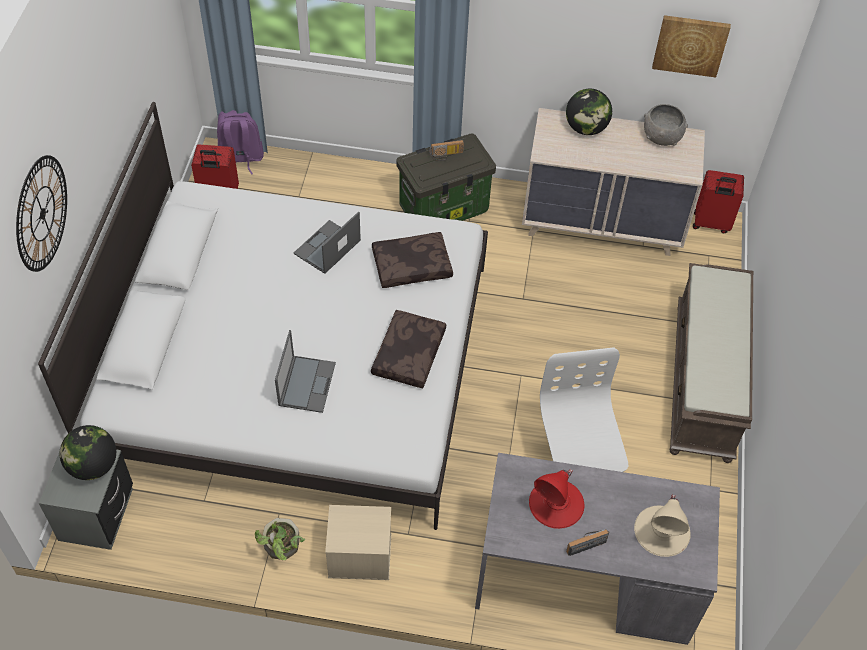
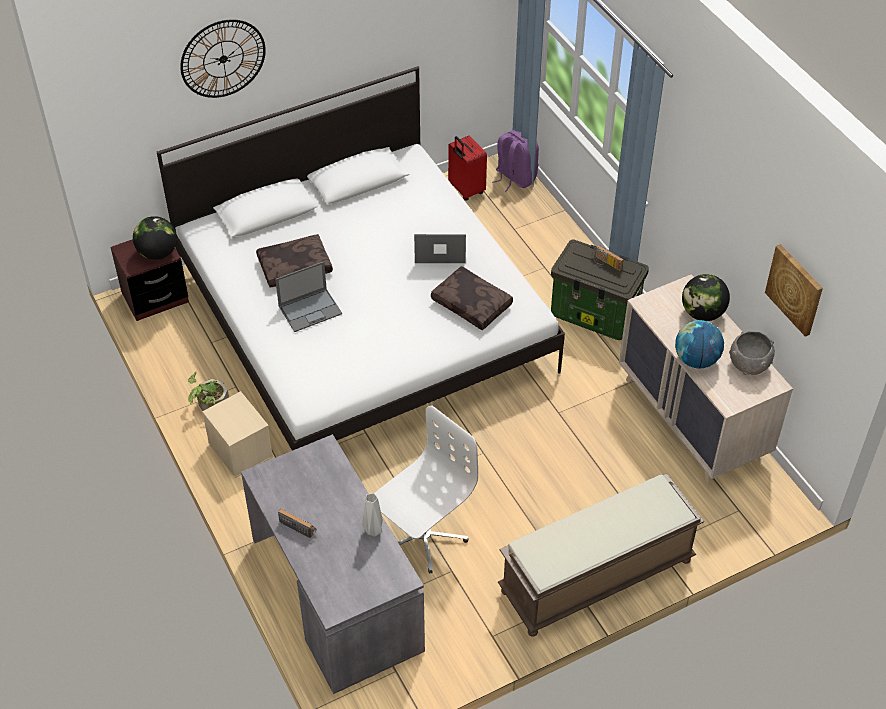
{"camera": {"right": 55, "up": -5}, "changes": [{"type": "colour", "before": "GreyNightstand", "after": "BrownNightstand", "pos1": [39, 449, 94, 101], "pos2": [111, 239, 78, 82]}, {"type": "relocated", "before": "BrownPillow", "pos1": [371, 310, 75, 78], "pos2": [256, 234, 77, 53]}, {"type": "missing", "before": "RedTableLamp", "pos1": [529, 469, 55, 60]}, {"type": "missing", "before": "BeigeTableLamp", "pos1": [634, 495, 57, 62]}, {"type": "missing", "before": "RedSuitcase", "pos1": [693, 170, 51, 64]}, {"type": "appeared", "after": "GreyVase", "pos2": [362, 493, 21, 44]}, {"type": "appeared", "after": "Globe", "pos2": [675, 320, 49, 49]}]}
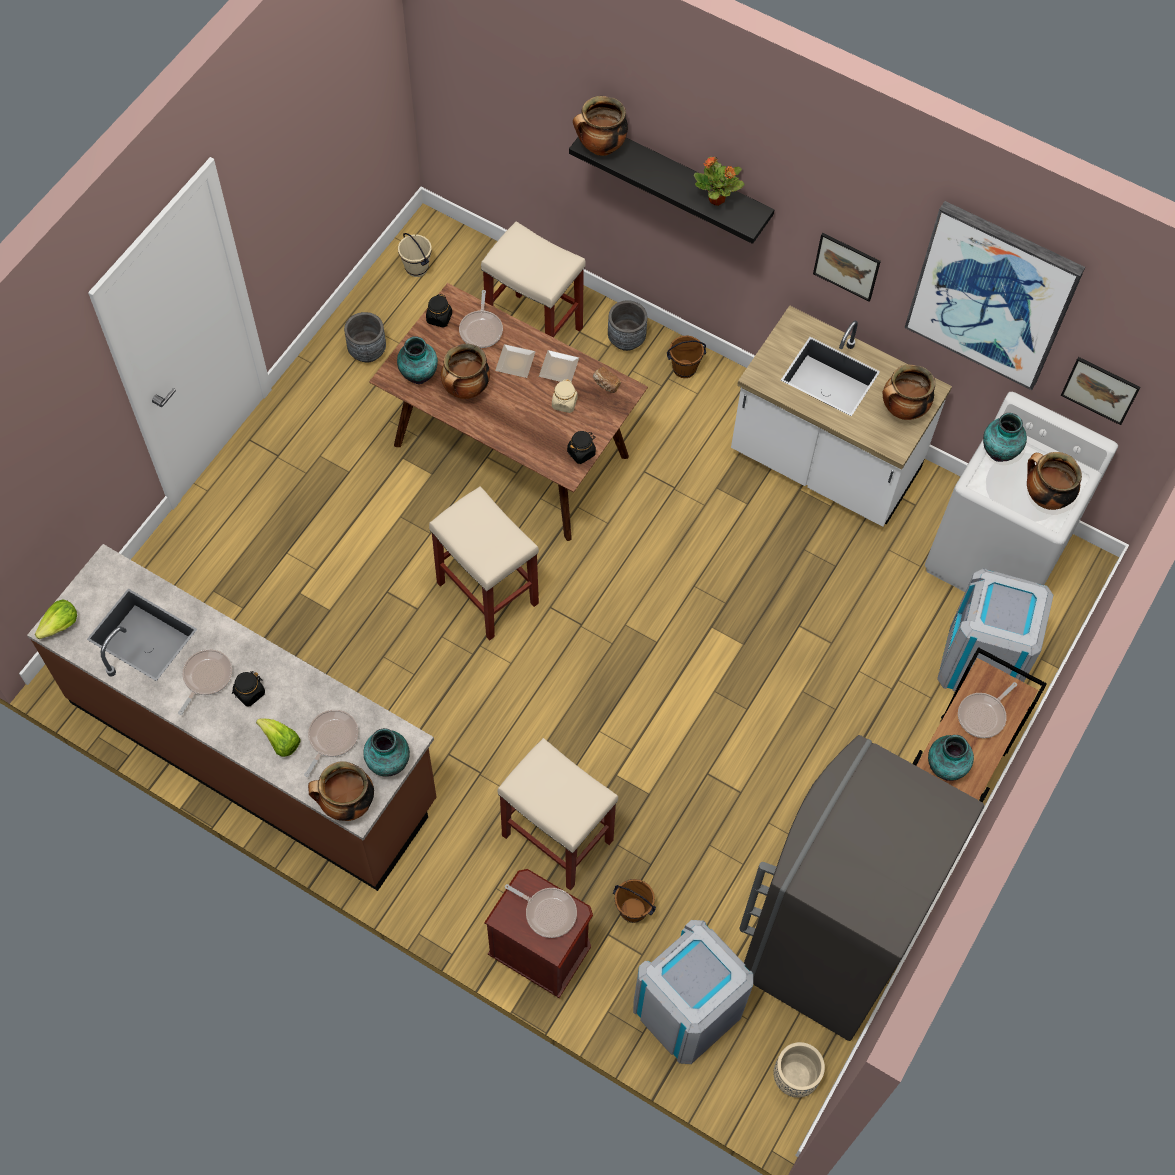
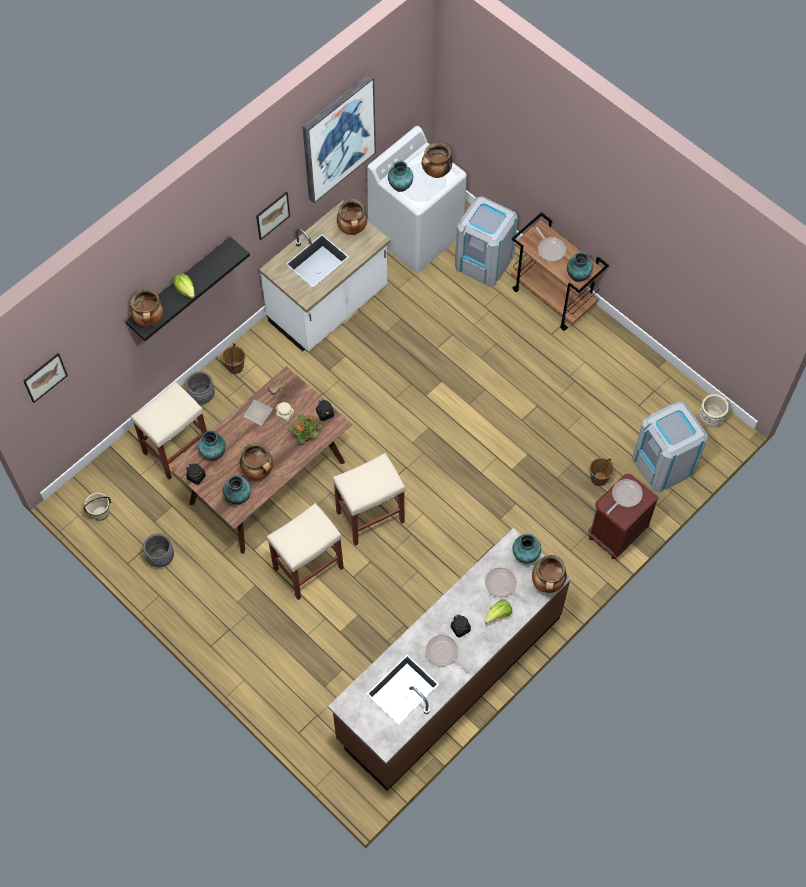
{"camera": {"right": -75, "up": 0}, "changes": [{"type": "relocated", "before": "Lettuce", "pos1": [35, 599, 42, 40], "pos2": [173, 274, 22, 25]}, {"type": "exchanged", "before": "FryingPan", "after": "Vase", "pos1": [459, 290, 44, 58], "pos2": [198, 430, 28, 30]}, {"type": "missing", "before": "Plate", "pos1": [495, 344, 41, 34]}, {"type": "relocated", "before": "BeigeStool", "pos1": [498, 738, 120, 153], "pos2": [267, 503, 77, 97]}, {"type": "relocated", "before": "PottedPlant", "pos1": [694, 157, 51, 49], "pos2": [289, 413, 33, 31]}, {"type": "missing", "before": "GreyFridge", "pos1": [739, 735, 245, 306]}, {"type": "relocated", "before": "Picture", "pos1": [1061, 357, 79, 68], "pos2": [23, 353, 45, 50]}]}
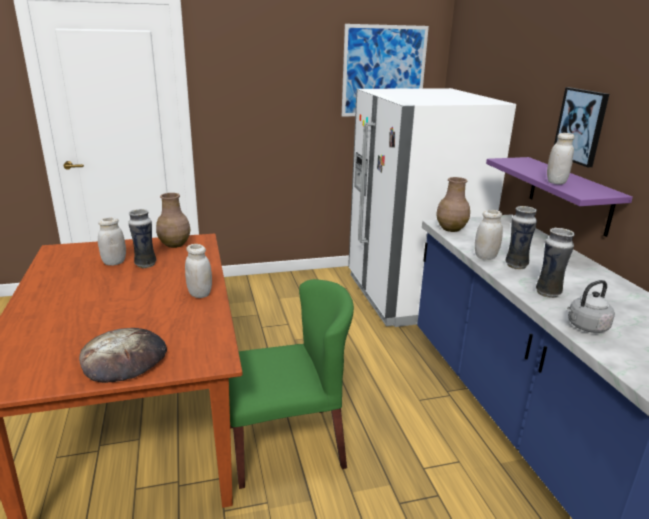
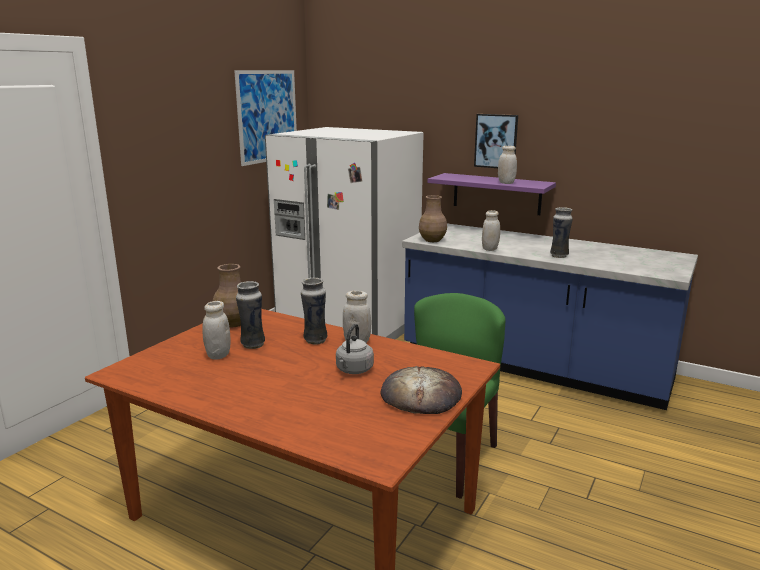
{"camera": {"right": -45, "up": -5}, "changes": [{"type": "relocated", "before": "Vase", "pos1": [505, 206, 32, 63], "pos2": [301, 278, 26, 67]}, {"type": "relocated", "before": "GreyKettle", "pos1": [567, 280, 48, 53], "pos2": [336, 324, 38, 50]}]}
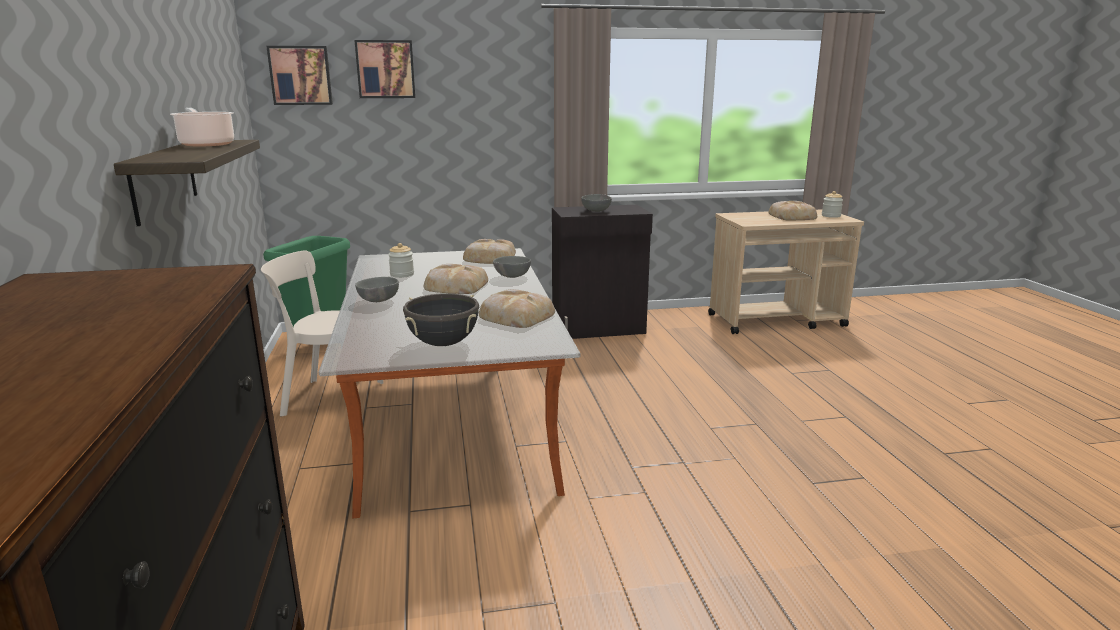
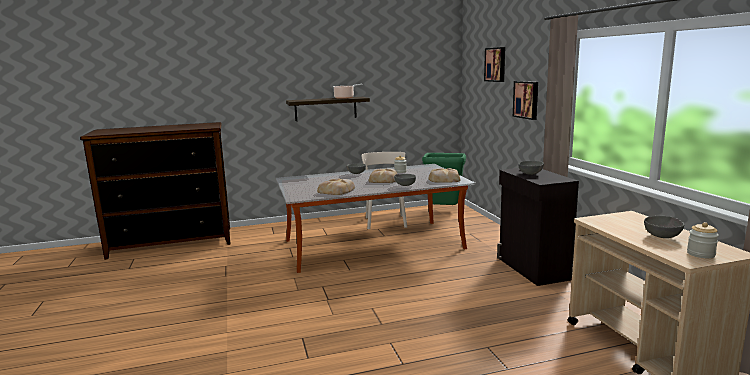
{"camera": {"right": 85, "up": -5}, "changes": [{"type": "relocated", "before": "Picture", "pos1": [266, 46, 67, 59], "pos2": [513, 81, 25, 39]}, {"type": "missing", "before": "BlackCookingPot", "pos1": [403, 293, 76, 53]}, {"type": "exchanged", "before": "Bread", "after": "GreyBowl", "pos1": [769, 201, 48, 19], "pos2": [644, 216, 40, 22]}]}
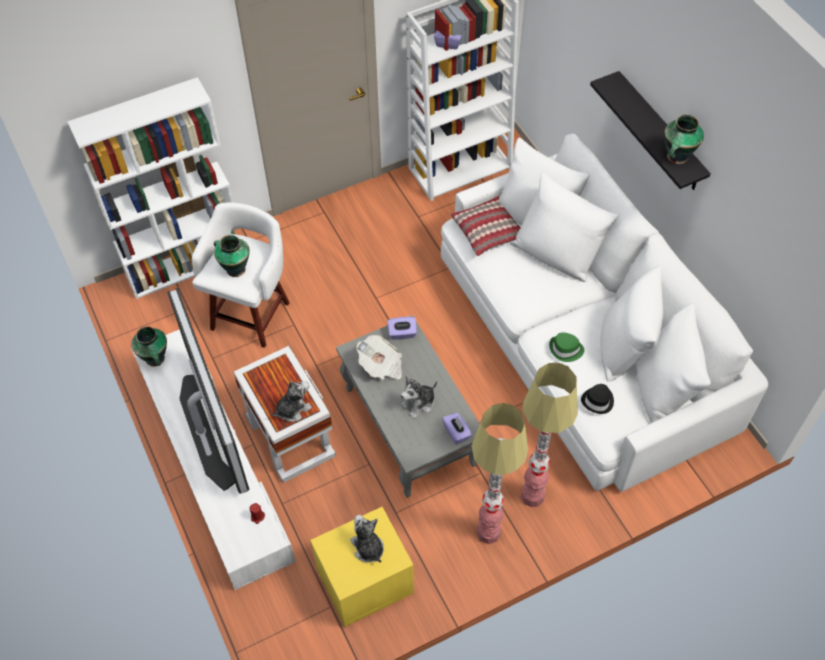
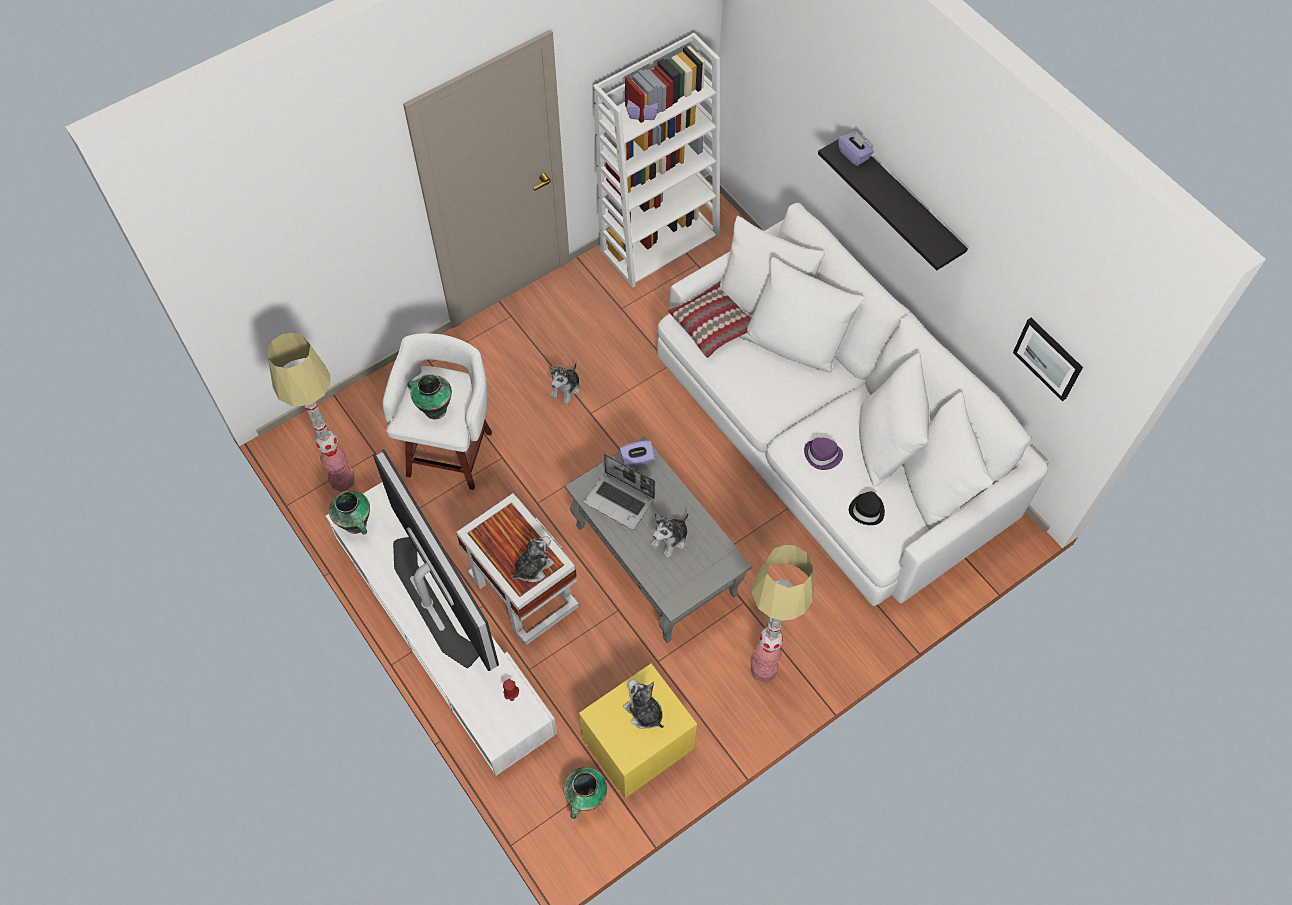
{"camera": {"right": -10, "up": 5}, "changes": [{"type": "missing", "before": "WhiteBookcase", "pos1": [67, 77, 168, 222]}, {"type": "exchanged", "before": "Newspaper", "after": "Laptop", "pos1": [357, 335, 45, 45], "pos2": [584, 454, 71, 76]}, {"type": "relocated", "before": "PurpleTissueBox", "pos1": [442, 413, 30, 32], "pos2": [838, 132, 36, 34]}, {"type": "relocated", "before": "FloorLamp", "pos1": [521, 363, 57, 144], "pos2": [267, 333, 88, 158]}, {"type": "colour", "before": "GreenHat", "after": "PurpleHat", "pos1": [549, 332, 35, 30], "pos2": [804, 437, 39, 33]}, {"type": "relocated", "before": "Vase", "pos1": [664, 114, 40, 50], "pos2": [564, 767, 43, 52]}, {"type": "appeared", "after": "PlushToy", "pos2": [549, 363, 32, 41]}, {"type": "appeared", "after": "Picture", "pos2": [1013, 318, 70, 83]}]}
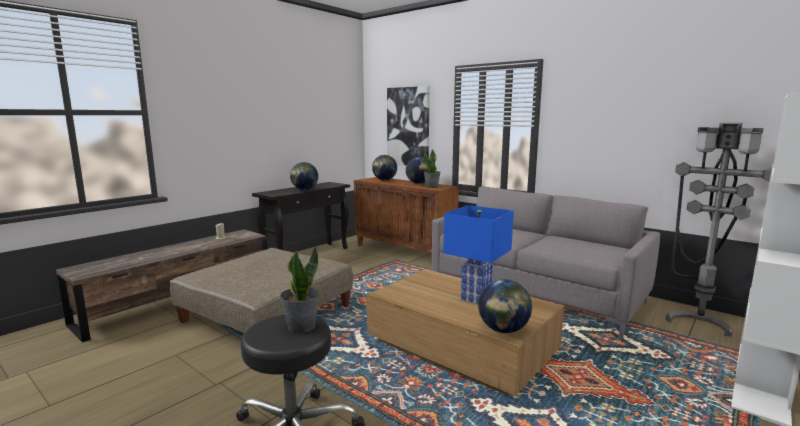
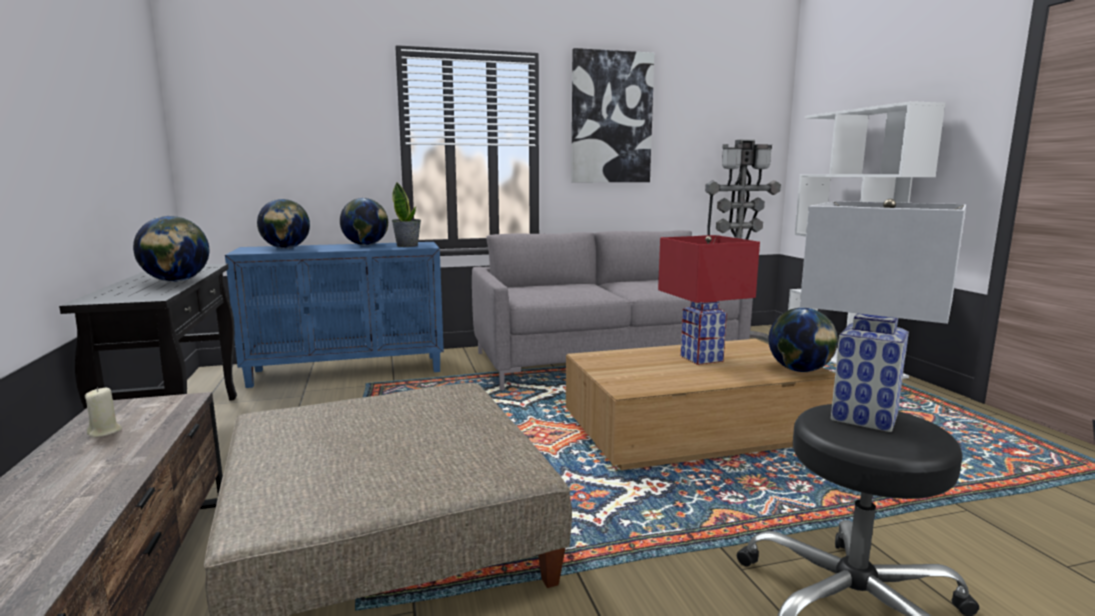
{"camera": {"right": -55, "up": 0}, "changes": [{"type": "exchanged", "before": "PottedPlant", "after": "WhiteTableLamp", "pos1": [280, 246, 40, 87], "pos2": [800, 199, 166, 233]}, {"type": "colour", "before": "BrownCabinet", "after": "BlueCabinet", "pos1": [354, 177, 105, 76], "pos2": [225, 242, 219, 146]}, {"type": "relocated", "before": "Picture", "pos1": [387, 86, 43, 79], "pos2": [571, 48, 83, 134]}, {"type": "colour", "before": "BlueTableLamp", "after": "RedTableLamp", "pos1": [443, 205, 71, 99], "pos2": [658, 235, 102, 130]}]}
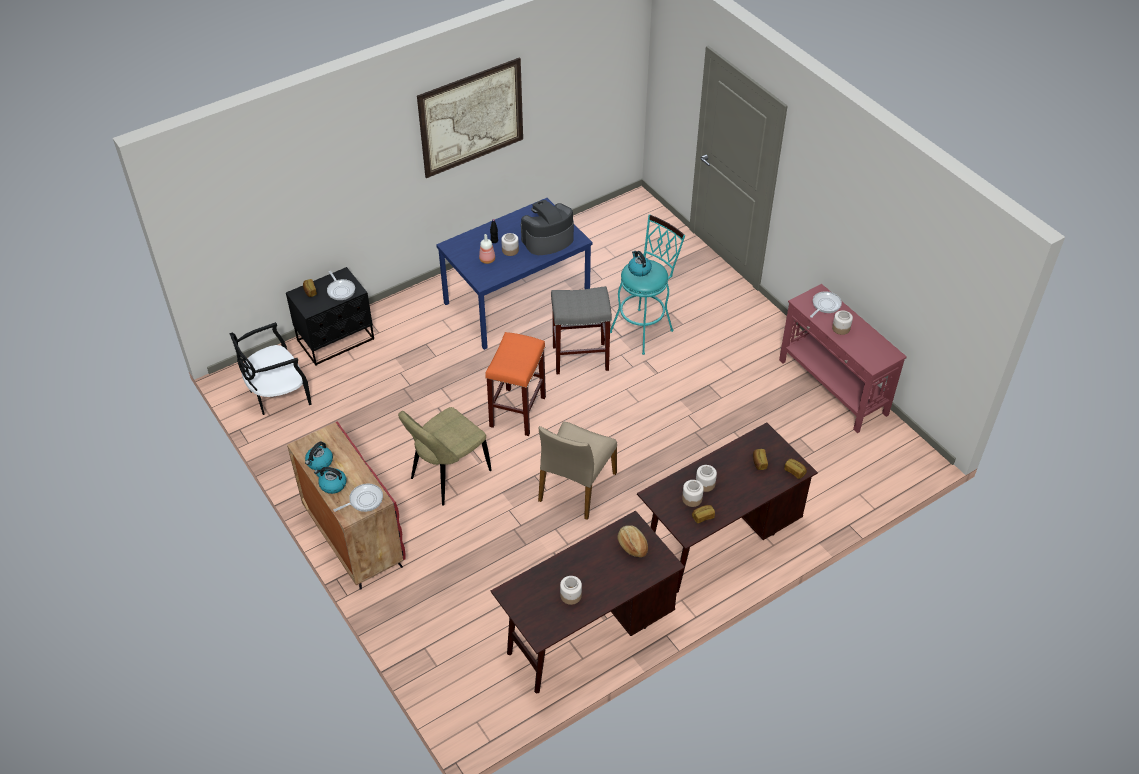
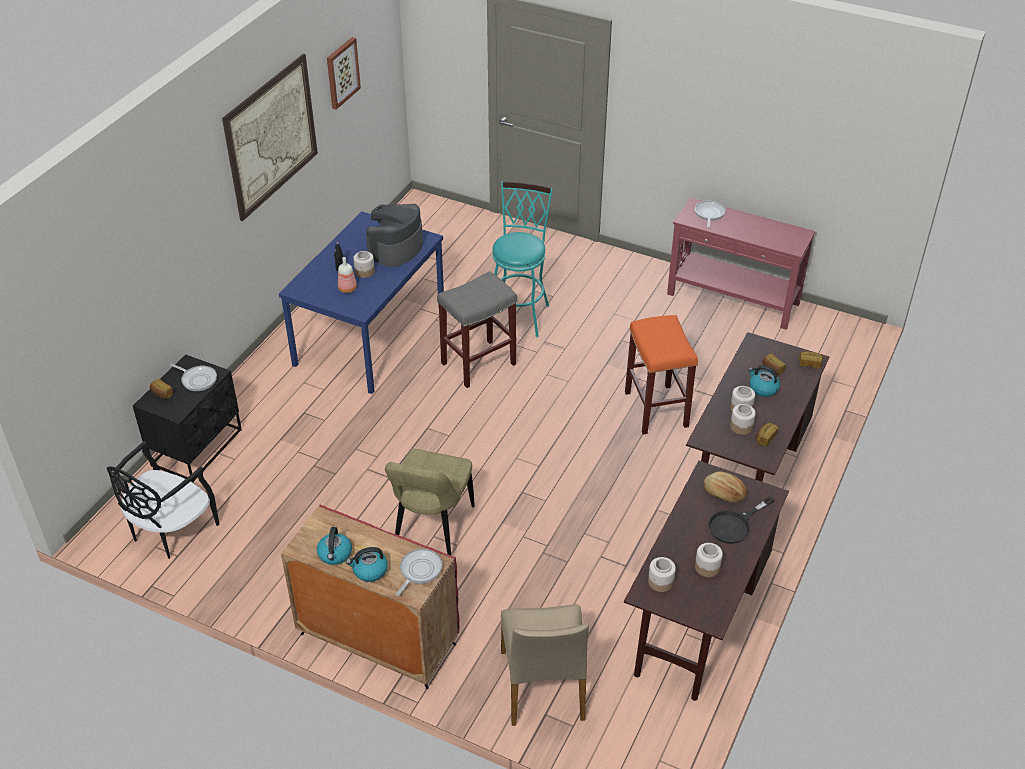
{"camera": {"right": -30, "up": -5}, "changes": [{"type": "relocated", "before": "OrangeStool", "pos1": [485, 332, 61, 104], "pos2": [625, 315, 73, 120]}, {"type": "relocated", "before": "BeigeChair", "pos1": [538, 422, 79, 98], "pos2": [501, 605, 88, 121]}, {"type": "relocated", "before": "Kettle", "pos1": [628, 251, 24, 25], "pos2": [748, 365, 32, 32]}, {"type": "relocated", "before": "Jar", "pos1": [832, 311, 21, 24], "pos2": [648, 557, 28, 35]}, {"type": "appeared", "after": "Picture", "pos2": [327, 37, 34, 73]}, {"type": "appeared", "after": "BlackFryingPan", "pos2": [708, 496, 67, 48]}]}
